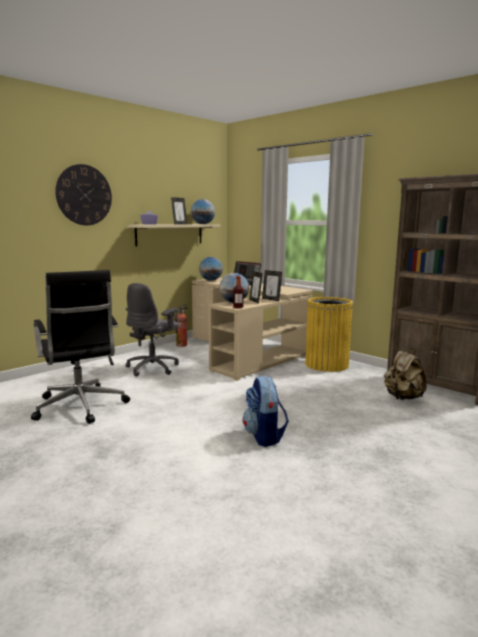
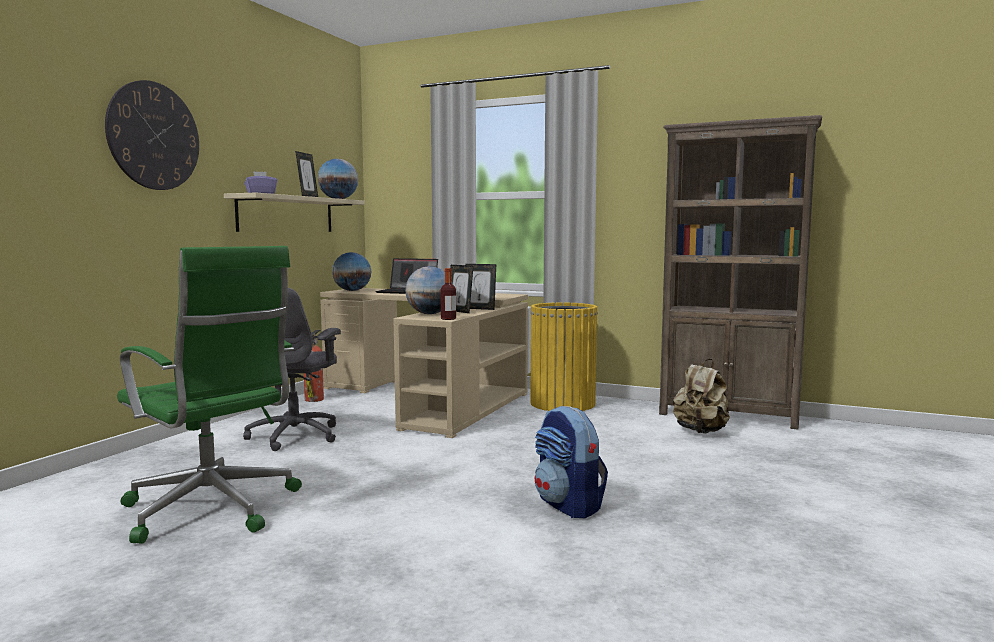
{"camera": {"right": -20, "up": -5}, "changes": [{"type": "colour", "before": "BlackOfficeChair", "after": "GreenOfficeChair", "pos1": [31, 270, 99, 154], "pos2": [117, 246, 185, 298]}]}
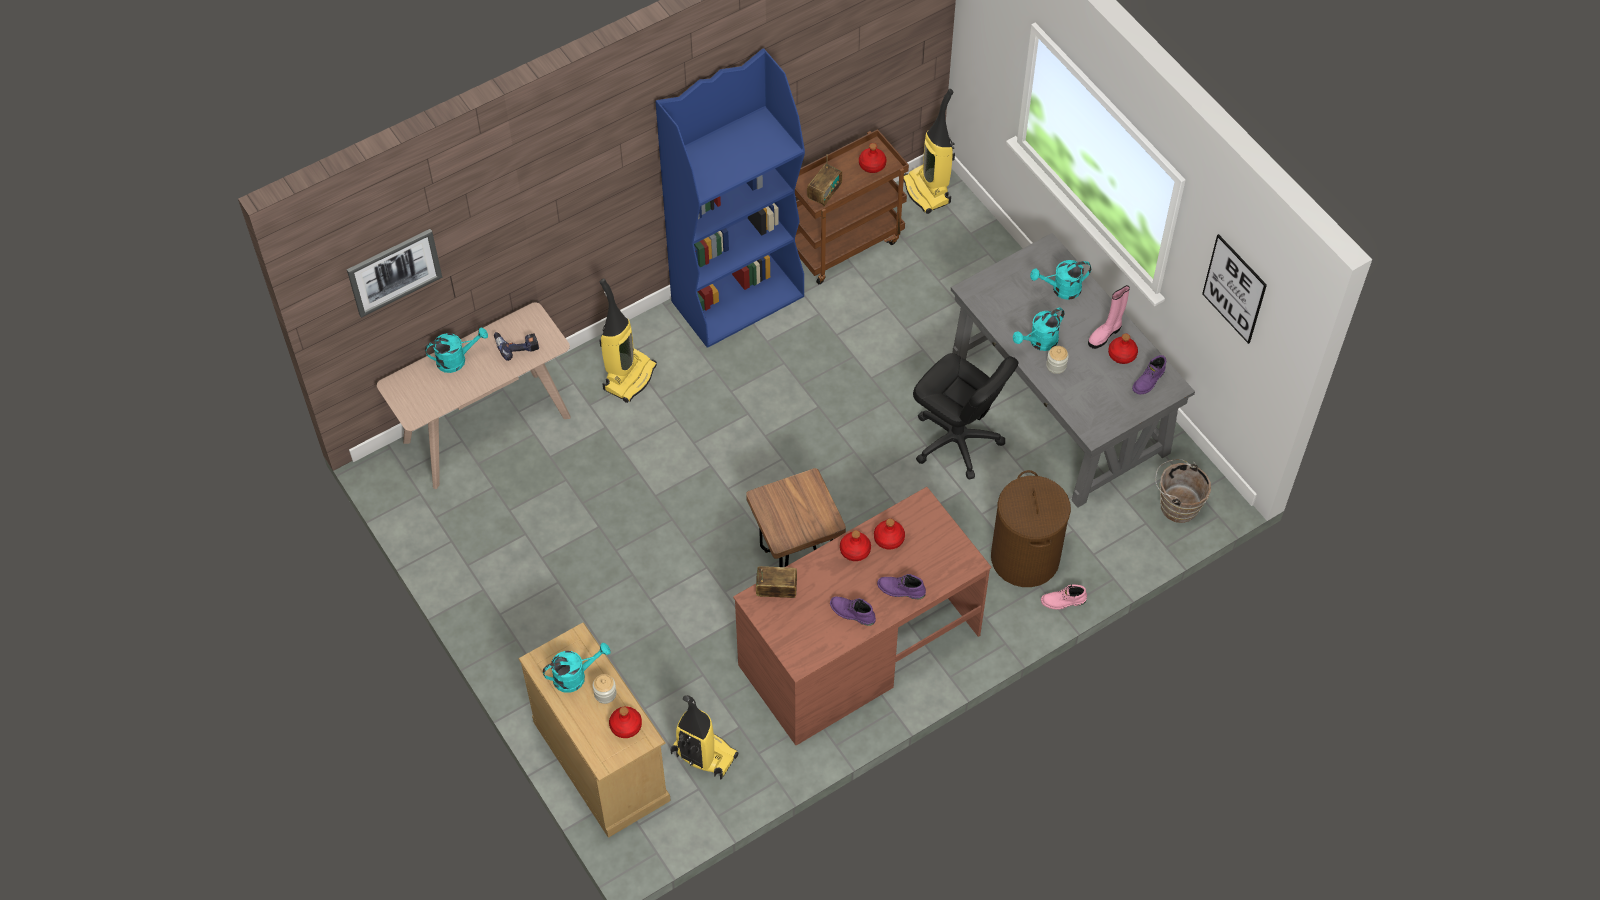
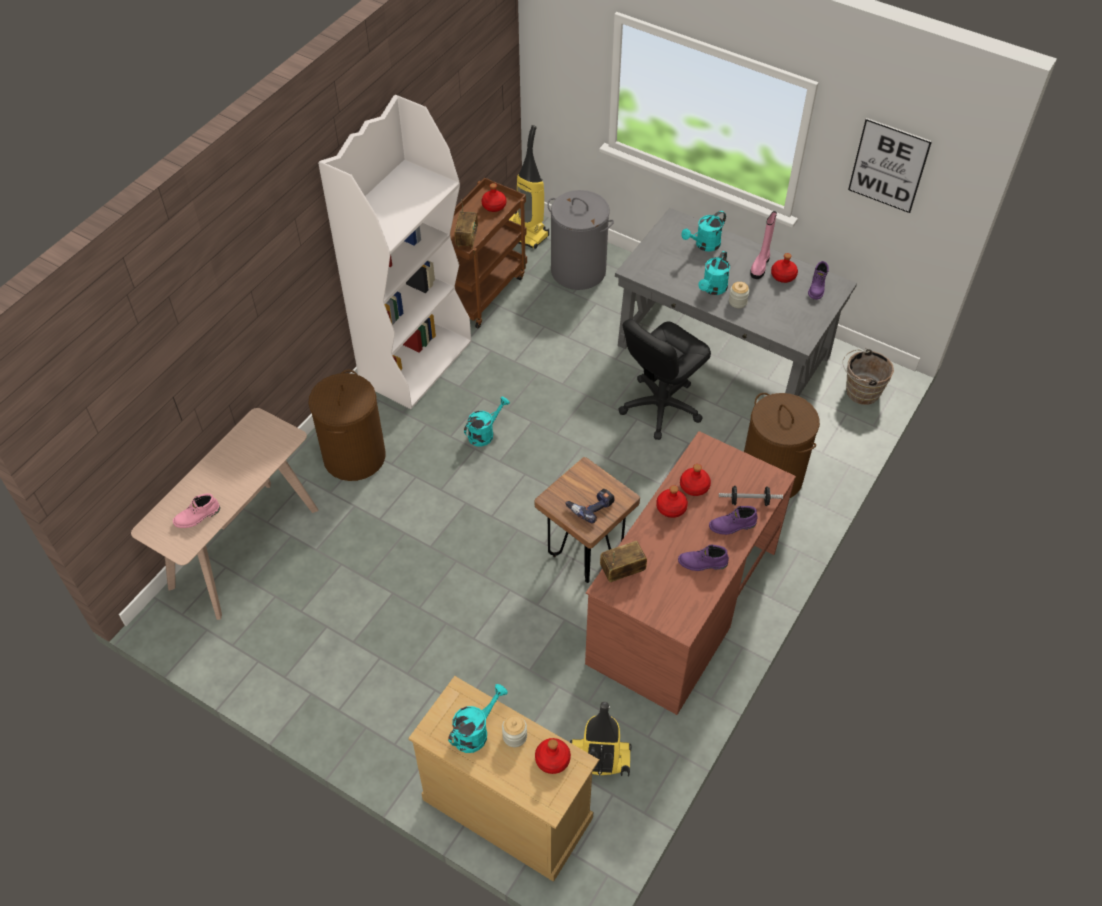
{"camera": {"right": -25, "up": -5}, "changes": [{"type": "missing", "before": "Picture", "pos1": [347, 229, 95, 89]}, {"type": "relocated", "before": "TurquoiseWateringCan", "pos1": [425, 328, 63, 45], "pos2": [464, 397, 46, 49]}, {"type": "relocated", "before": "PowerDrill", "pos1": [494, 332, 45, 29], "pos2": [566, 489, 48, 34]}, {"type": "exchanged", "before": "VacuumCleaner", "after": "BrownLaundryBasket", "pos1": [599, 278, 58, 125], "pos2": [308, 370, 78, 111]}, {"type": "colour", "before": "BlueBookcase", "after": "WhiteBookcase", "pos1": [655, 48, 150, 300], "pos2": [318, 95, 153, 314]}, {"type": "spun", "before": "BlackOfficeChair", "pos1": [913, 353, 105, 127], "pos2": [618, 319, 93, 121], "turn": 120}, {"type": "relocated", "before": "PinkBoot", "pos1": [1041, 584, 46, 26], "pos2": [173, 493, 47, 35]}, {"type": "appeared", "after": "GreyLaundryBasket", "pos2": [547, 190, 67, 100]}, {"type": "appeared", "after": "Dumbbell", "pos2": [719, 486, 64, 20]}]}
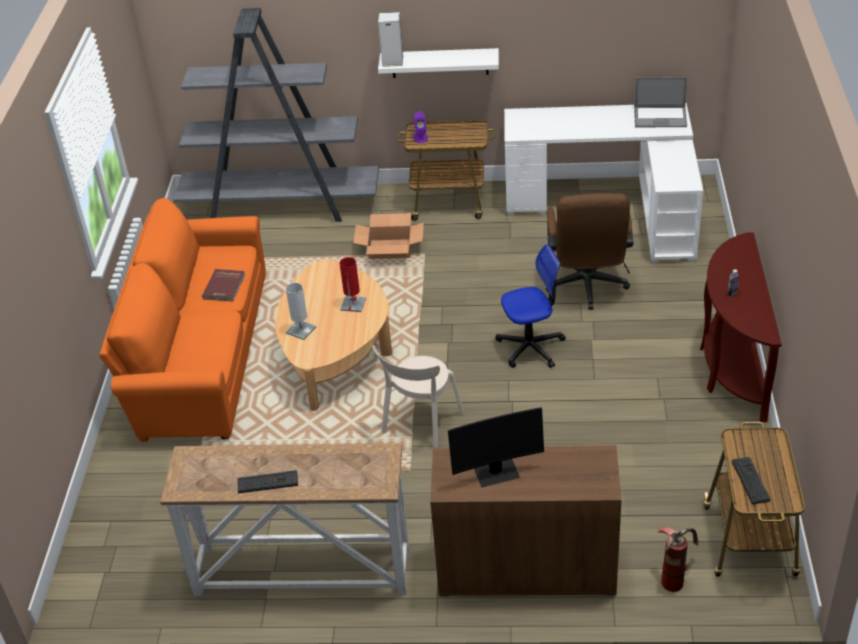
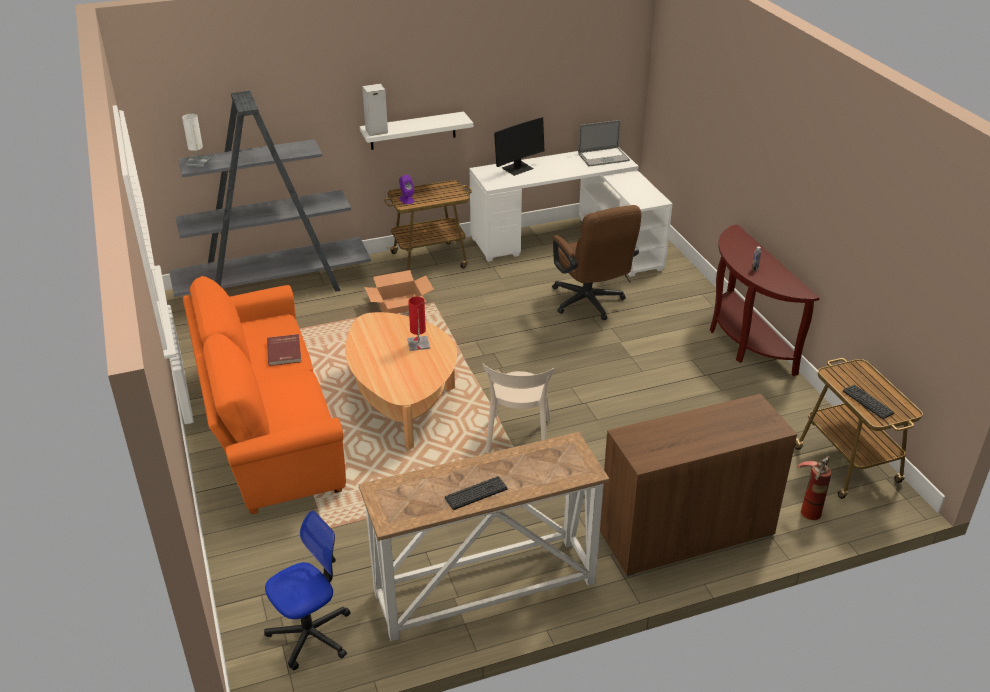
{"camera": {"right": -25, "up": -5}, "changes": [{"type": "relocated", "before": "WhiteTableLamp", "pos1": [286, 283, 30, 57], "pos2": [182, 114, 29, 53]}, {"type": "relocated", "before": "Monitor", "pos1": [448, 407, 96, 80], "pos2": [494, 117, 50, 59]}, {"type": "relocated", "before": "OfficeChair", "pos1": [495, 244, 71, 124], "pos2": [264, 510, 86, 160]}]}
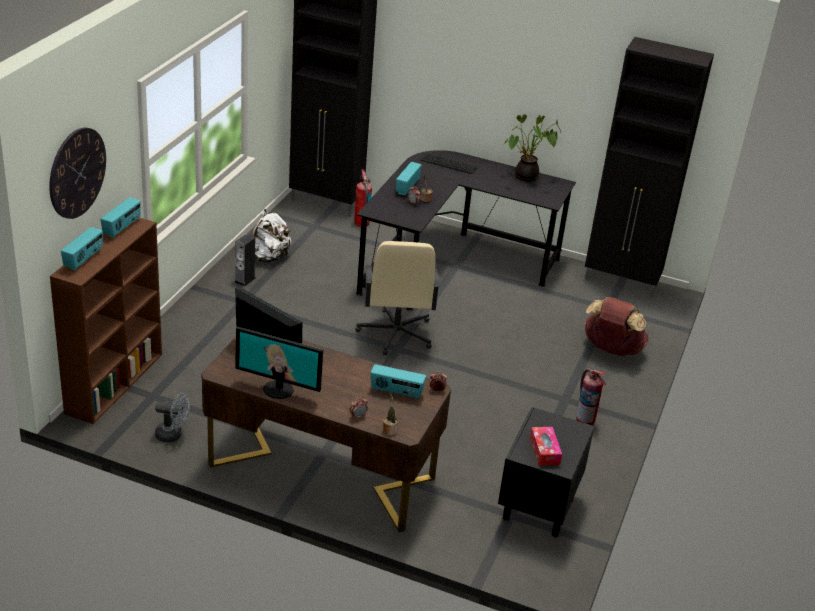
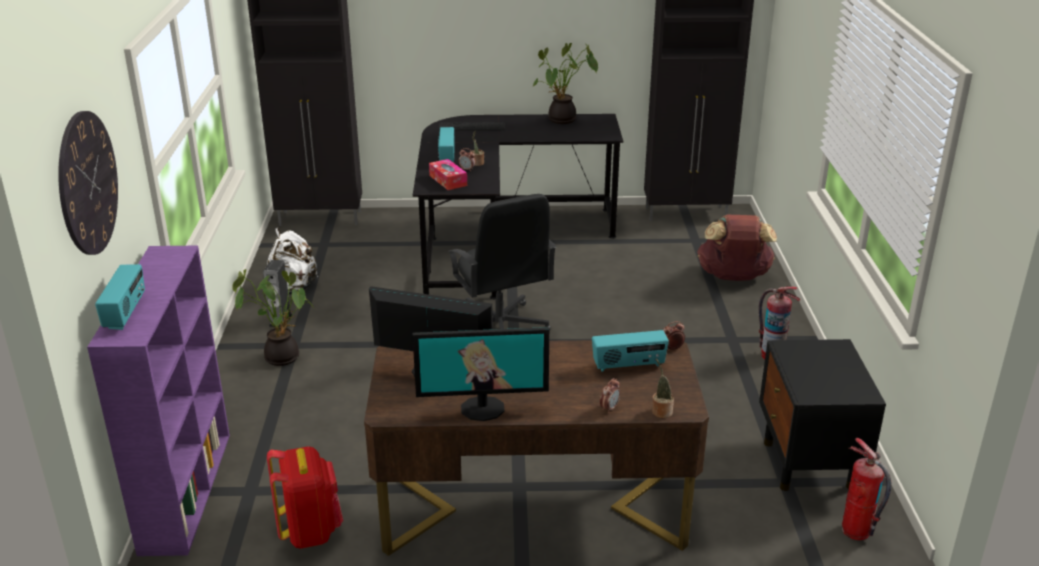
{"camera": {"right": -20, "up": -5}, "changes": [{"type": "colour", "before": "BrownBookcase", "after": "PurpleBookcase", "pos1": [50, 218, 112, 206], "pos2": [87, 246, 143, 310]}, {"type": "missing", "before": "Radio", "pos1": [100, 197, 41, 41]}, {"type": "exchanged", "before": "GreyFan", "after": "RedBackpack", "pos1": [155, 393, 35, 49], "pos2": [267, 446, 76, 103]}, {"type": "relocated", "before": "FireExtinguisher", "pos1": [354, 169, 18, 58], "pos2": [842, 438, 49, 102]}, {"type": "colour", "before": "BeigeOfficeChair", "after": "BlackOfficeChair", "pos1": [356, 241, 84, 114], "pos2": [447, 194, 110, 137]}, {"type": "relocated", "before": "TissueBox", "pos1": [530, 427, 32, 39], "pos2": [429, 159, 38, 31]}, {"type": "appeared", "after": "PottedPlant", "pos2": [233, 269, 81, 97]}]}
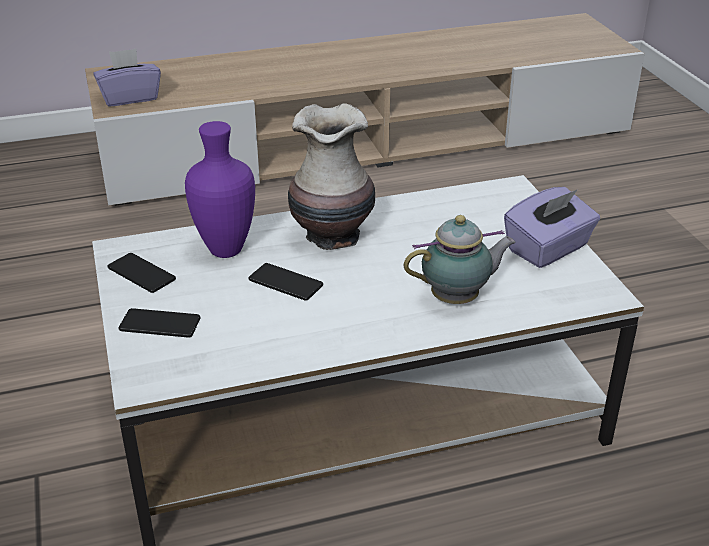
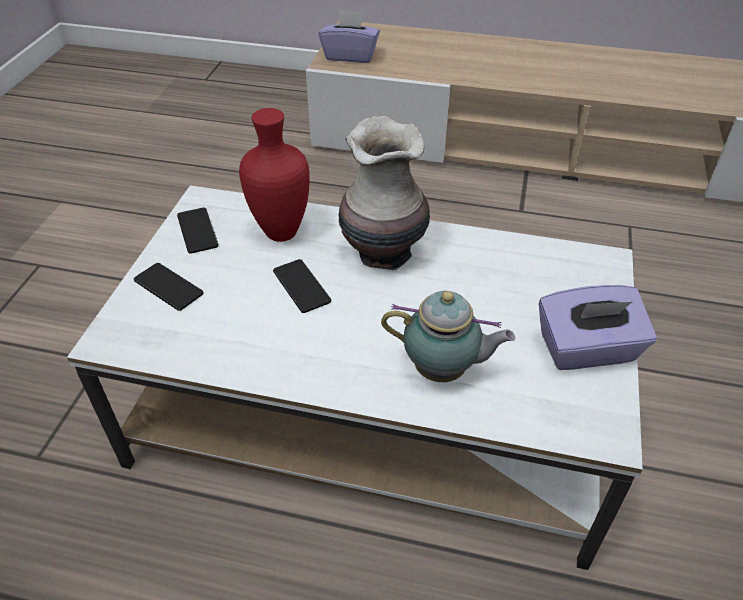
{"camera": {"right": 30, "up": 10}, "changes": [{"type": "colour", "before": "PurpleVase", "after": "RedVase", "pos1": [185, 121, 70, 137], "pos2": [239, 108, 70, 134]}]}
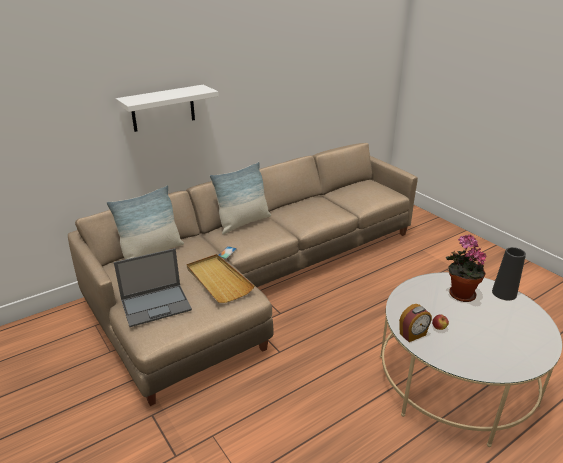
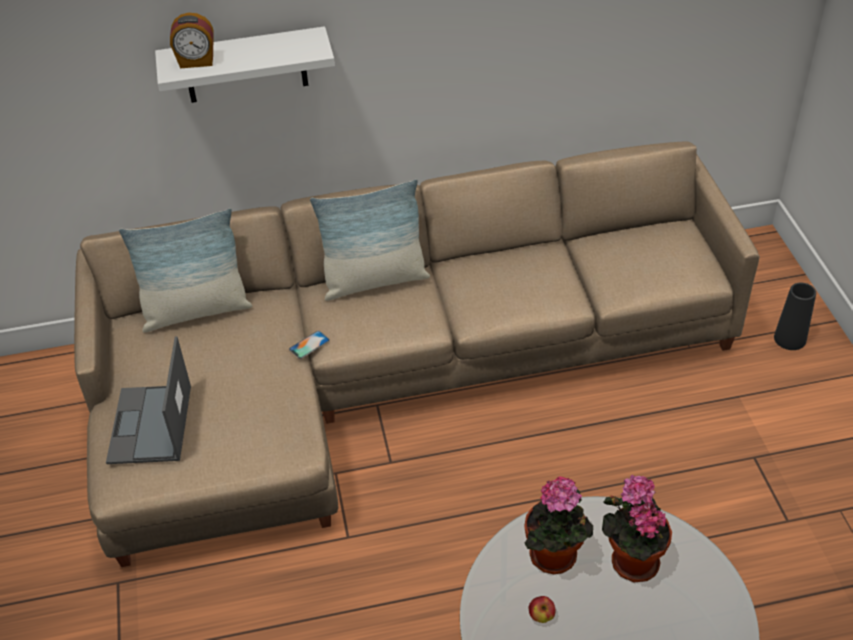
{"camera": {"right": 25, "up": 15}, "changes": [{"type": "spun", "before": "Laptop", "pos1": [114, 248, 78, 79], "pos2": [106, 337, 85, 127], "turn": 90}, {"type": "missing", "before": "BeigeTray", "pos1": [187, 254, 67, 49]}, {"type": "relocated", "before": "AlarmClock", "pos1": [399, 304, 33, 38], "pos2": [170, 13, 43, 55]}, {"type": "relocated", "before": "BlackVase", "pos1": [492, 247, 34, 53], "pos2": [774, 283, 42, 67]}, {"type": "appeared", "after": "PottedPlant", "pos2": [524, 476, 69, 98]}]}
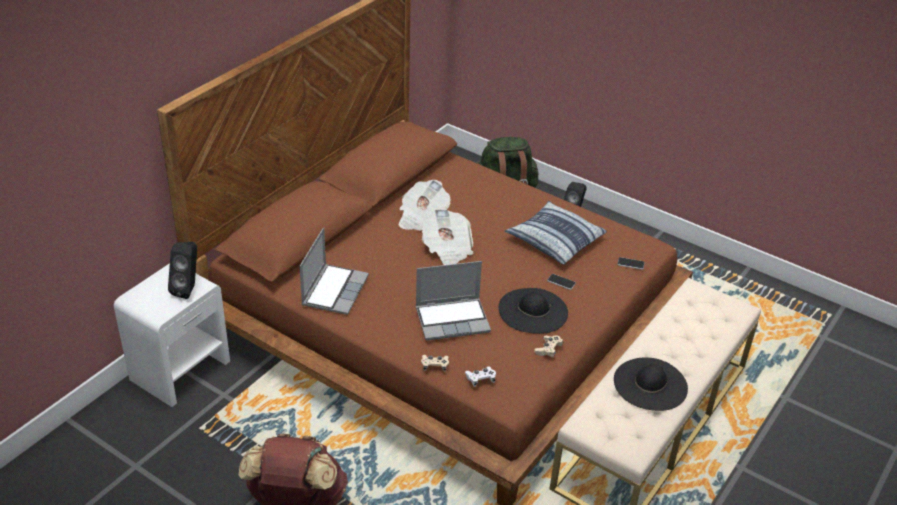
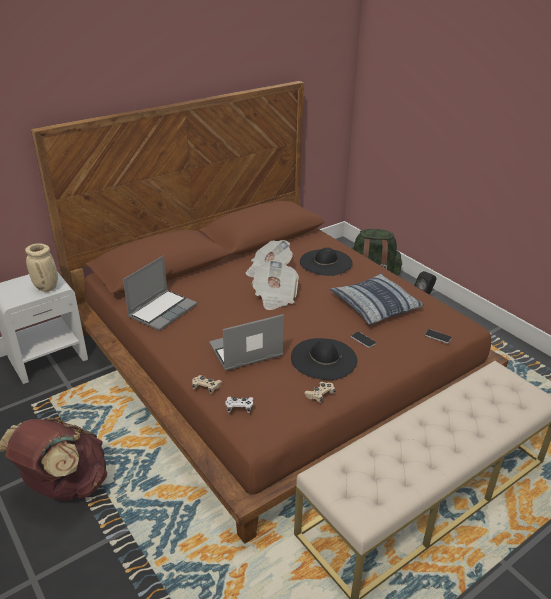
{"camera": {"right": 20, "up": -5}, "changes": [{"type": "exchanged", "before": "BlackSpeaker", "after": "BeigeVase", "pos1": [168, 242, 29, 57], "pos2": [25, 243, 33, 49]}, {"type": "spun", "before": "Laptop", "pos1": [416, 261, 75, 79], "pos2": [209, 314, 75, 57], "turn": 150}, {"type": "relocated", "before": "BlackHat", "pos1": [614, 358, 74, 53], "pos2": [300, 248, 53, 28]}]}
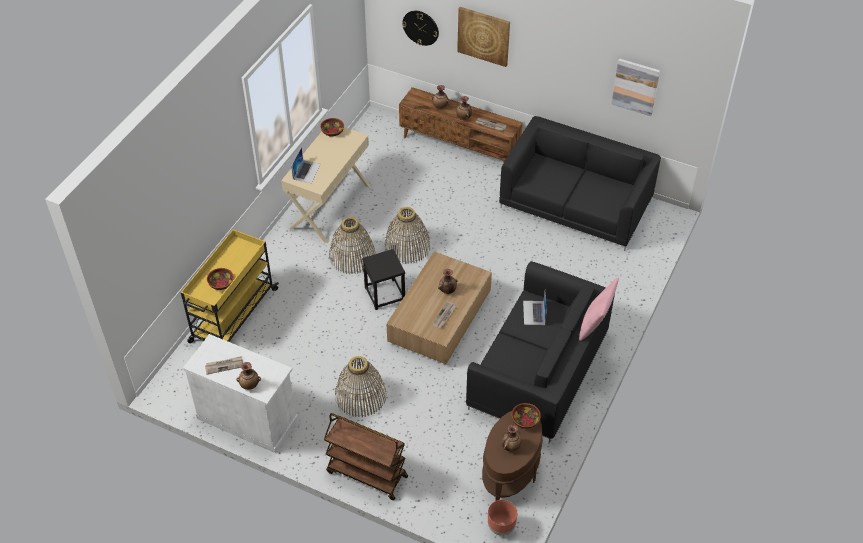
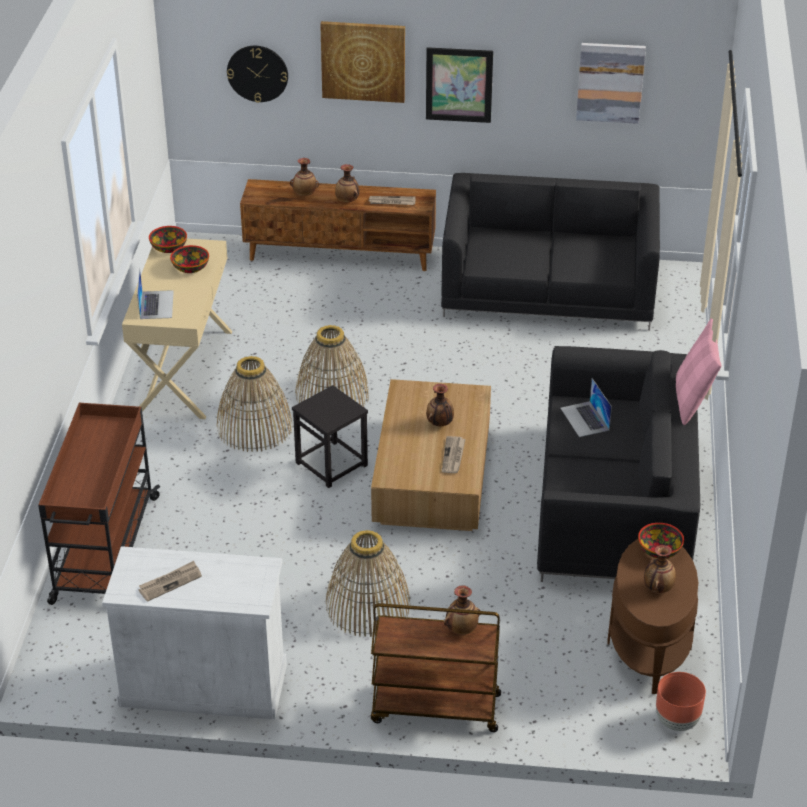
{"camera": {"right": -20, "up": -10}, "changes": [{"type": "colour", "before": "YellowCart", "after": "BrownCart", "pos1": [181, 229, 98, 114], "pos2": [38, 403, 123, 202]}, {"type": "relocated", "before": "Bowl", "pos1": [207, 268, 27, 22], "pos2": [170, 245, 39, 28]}, {"type": "relocated", "before": "Vase", "pos1": [236, 362, 25, 28], "pos2": [444, 585, 36, 50]}, {"type": "appeared", "after": "Picture", "pos2": [426, 47, 67, 76]}]}
